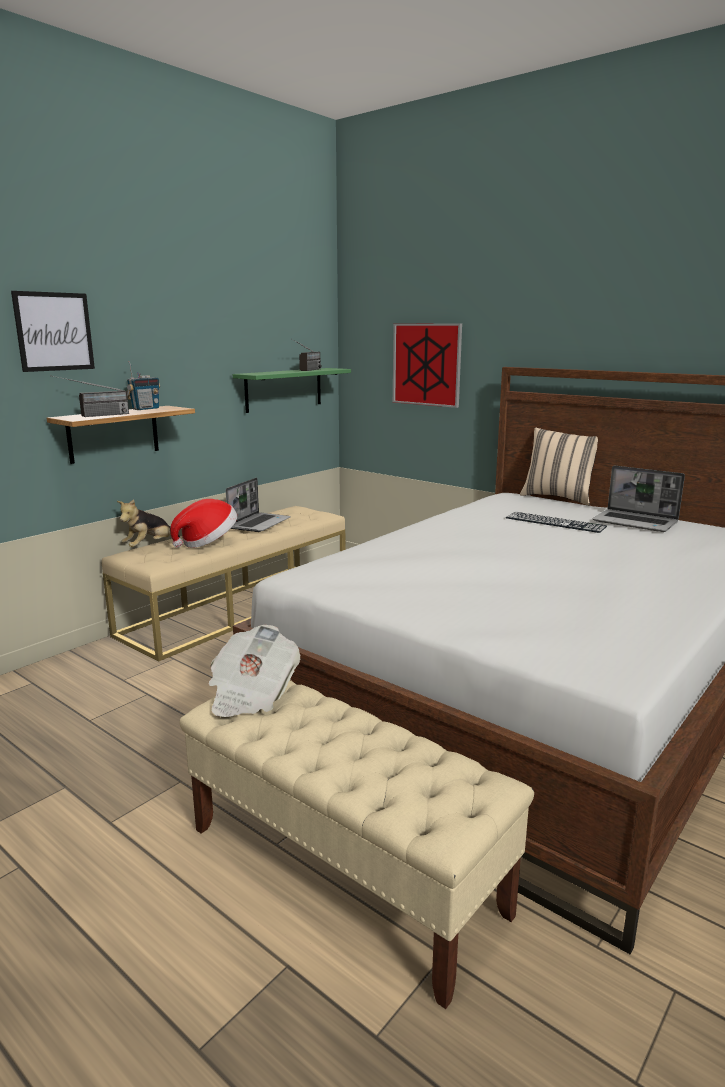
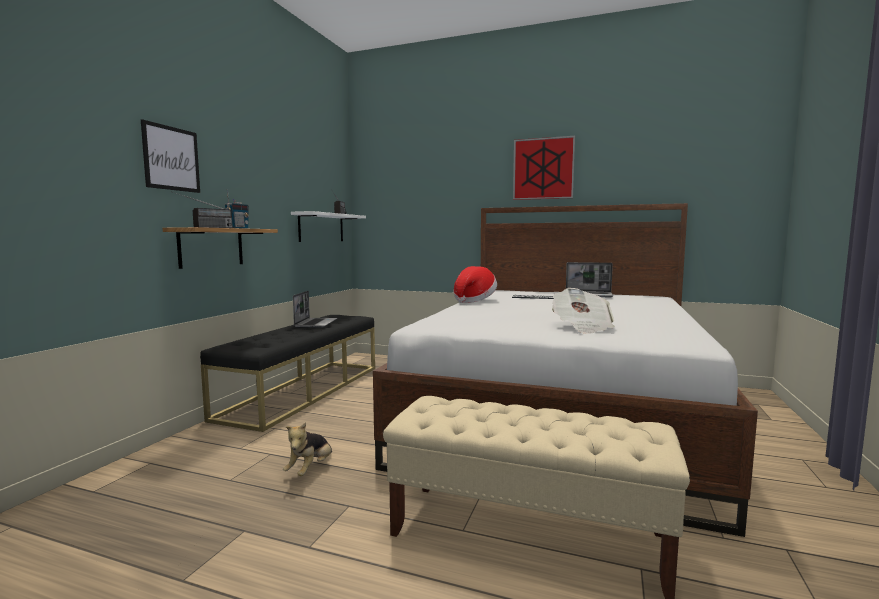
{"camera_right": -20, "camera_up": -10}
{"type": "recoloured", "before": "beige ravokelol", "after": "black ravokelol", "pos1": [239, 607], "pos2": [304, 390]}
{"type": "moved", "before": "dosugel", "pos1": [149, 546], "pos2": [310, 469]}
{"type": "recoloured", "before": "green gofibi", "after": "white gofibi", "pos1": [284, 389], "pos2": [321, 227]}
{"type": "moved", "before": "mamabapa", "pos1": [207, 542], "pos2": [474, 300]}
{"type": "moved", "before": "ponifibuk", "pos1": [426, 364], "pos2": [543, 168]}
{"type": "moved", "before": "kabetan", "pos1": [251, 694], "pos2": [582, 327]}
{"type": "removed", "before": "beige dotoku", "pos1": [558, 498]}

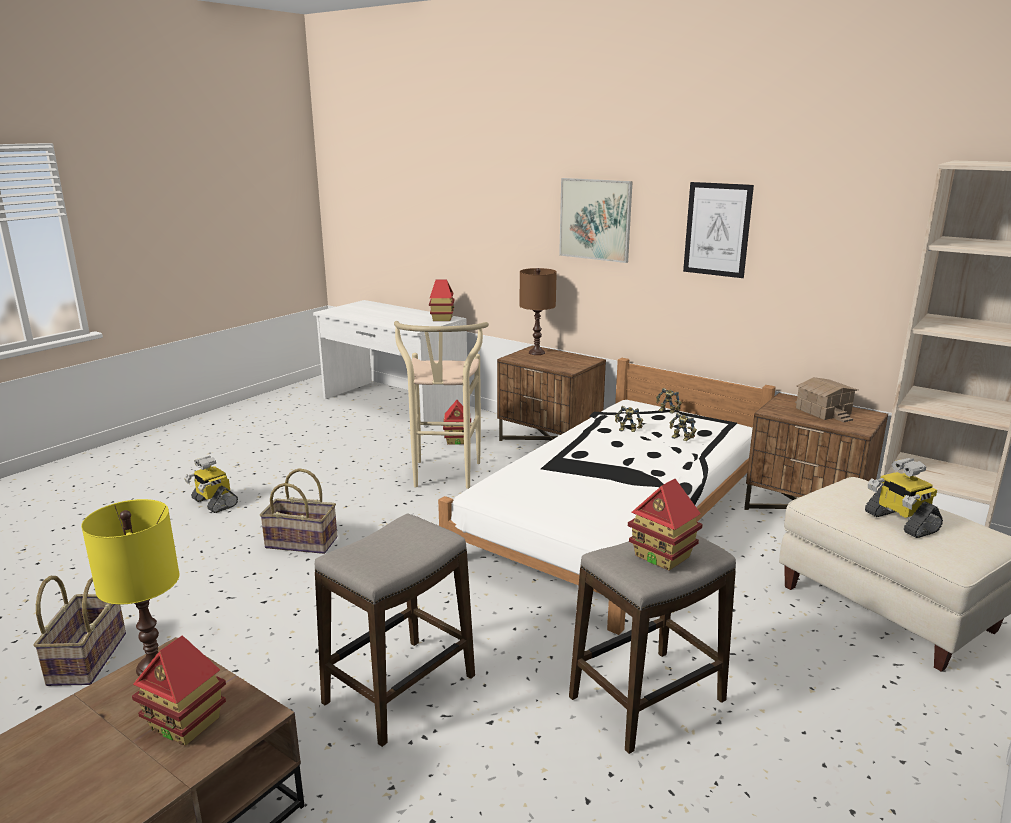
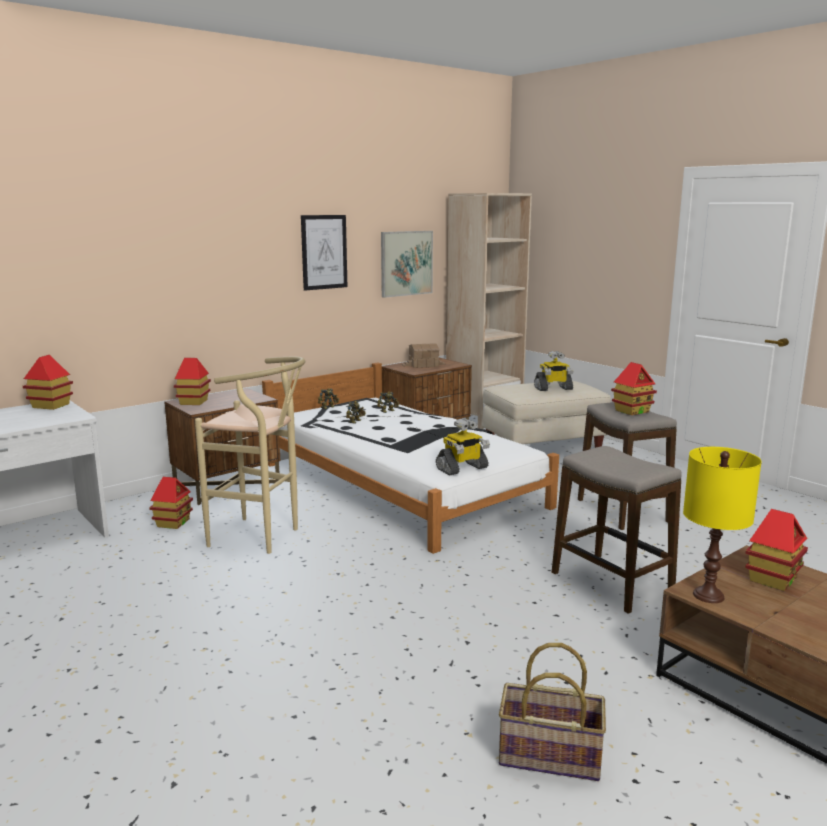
{"camera_right": -75, "camera_up": -5}
{"type": "replaced", "before": "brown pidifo", "after": "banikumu", "pos1": [536, 353], "pos2": [194, 402]}
{"type": "moved", "before": "ponifibuk", "pos1": [595, 219], "pos2": [406, 263]}
{"type": "moved", "before": "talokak", "pos1": [213, 503], "pos2": [462, 468]}
{"type": "removed", "before": "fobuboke", "pos1": [302, 542]}

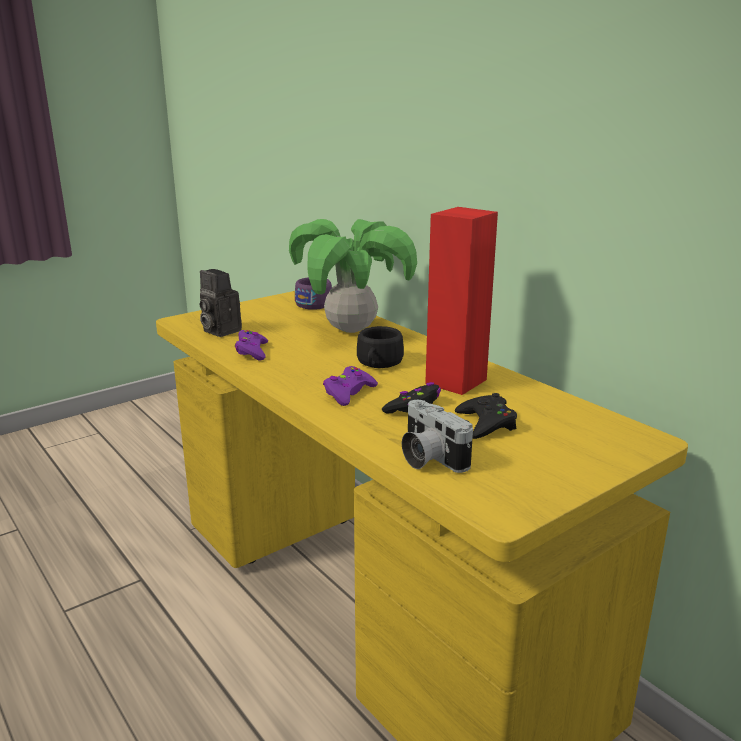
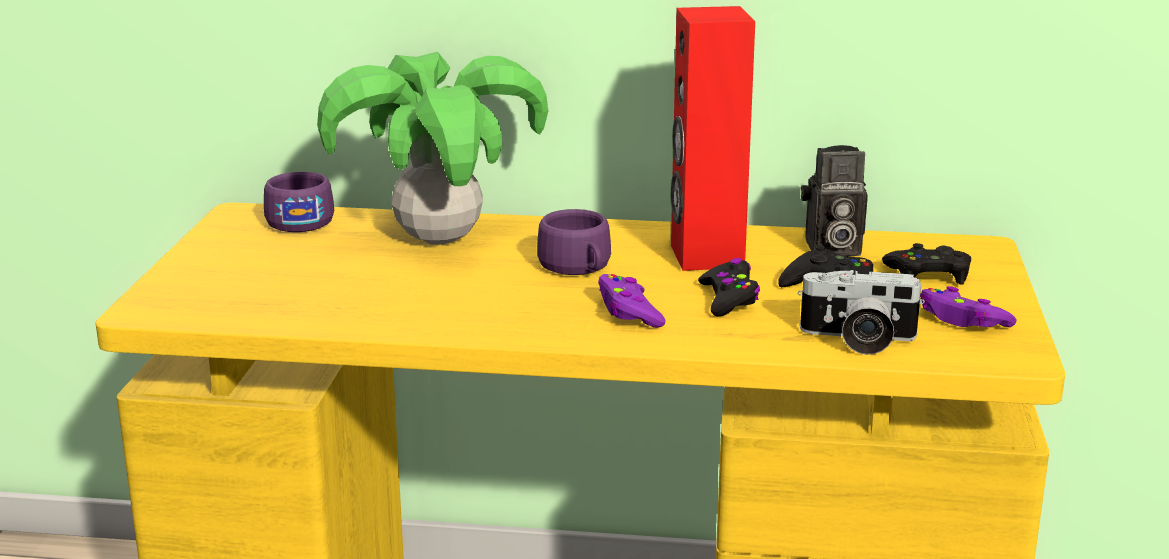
{"camera_right": -45, "camera_up": 0}
{"type": "recoloured", "before": "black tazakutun", "after": "purple tazakutun", "pos1": [378, 363], "pos2": [578, 268]}
{"type": "moved", "before": "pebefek", "pos1": [219, 330], "pos2": [830, 249]}
{"type": "added", "after": "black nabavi", "pos2": [929, 274]}
{"type": "moved", "before": "purple nabavi", "pos1": [252, 351], "pos2": [962, 320]}

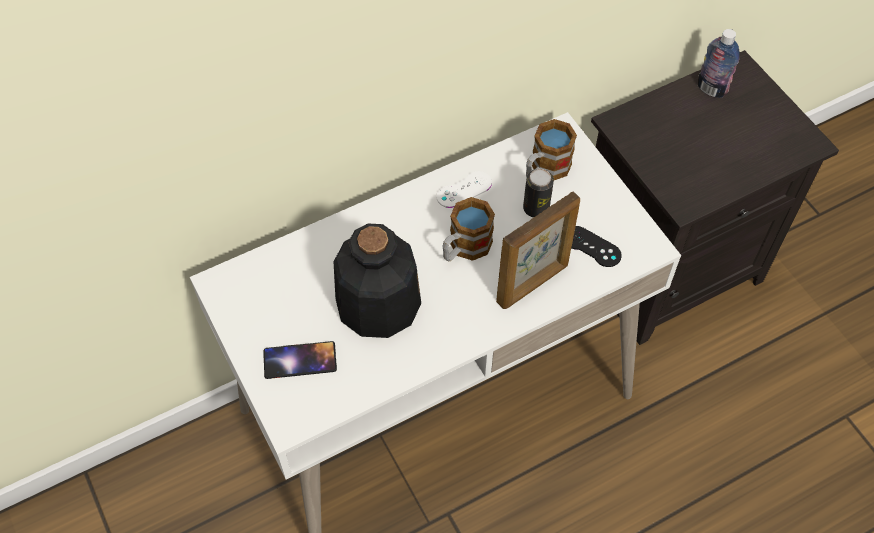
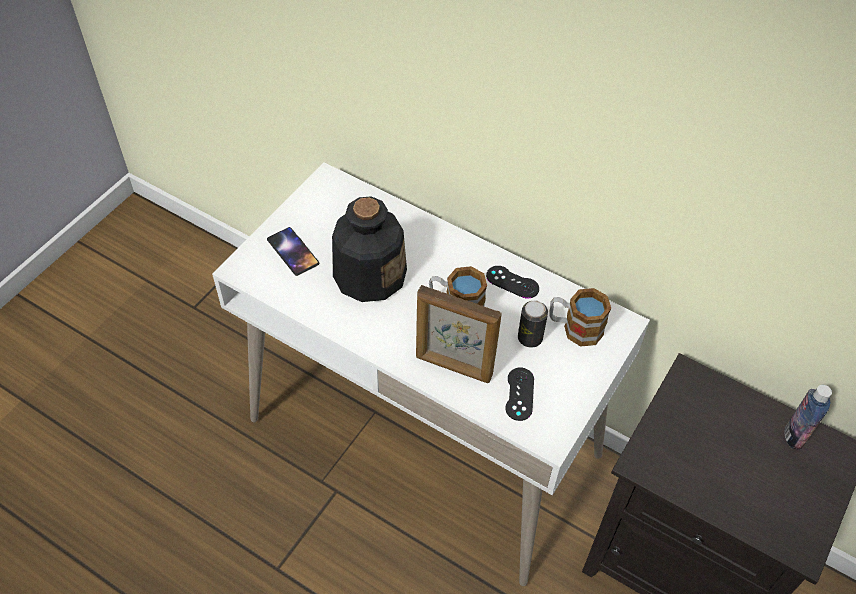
{"camera_right": 60, "camera_up": -5}
{"type": "recoloured", "before": "white nabavi", "after": "black nabavi", "pos1": [464, 189], "pos2": [512, 282]}

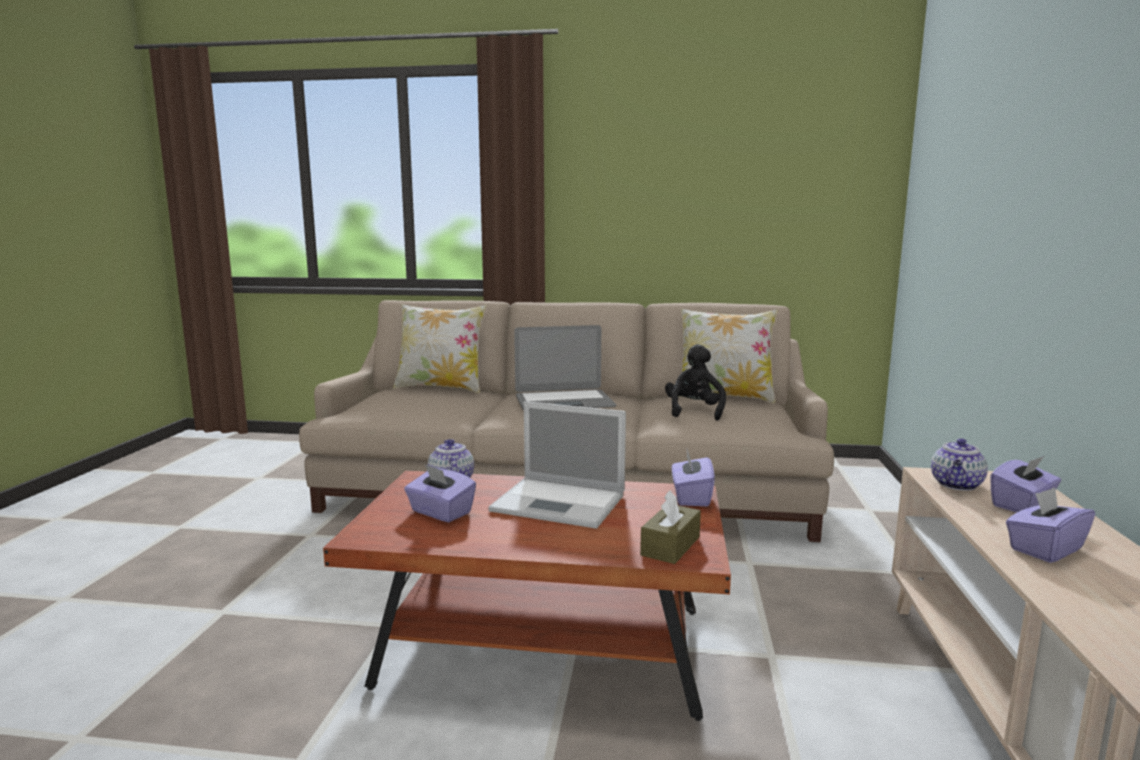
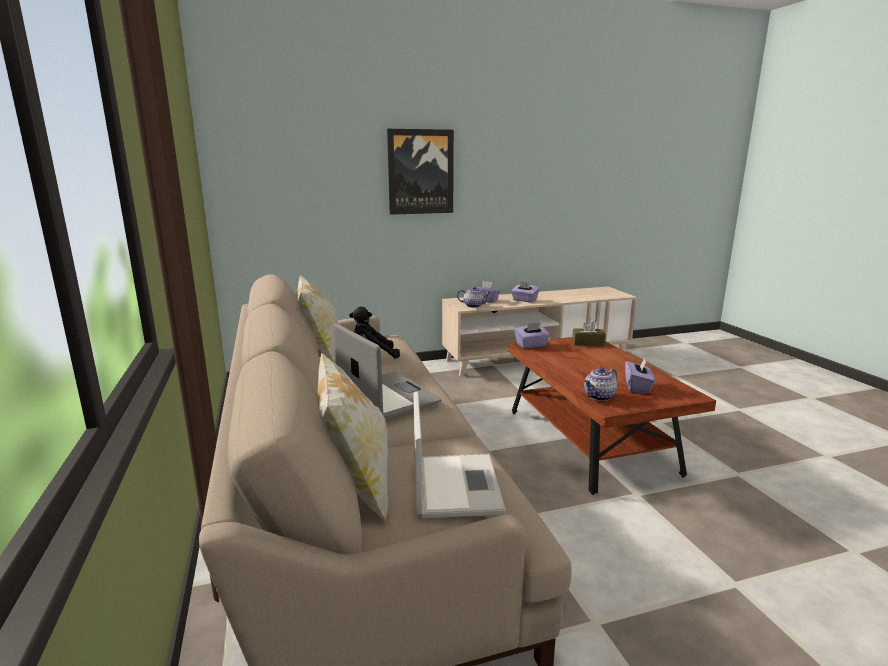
{"camera_right": -115, "camera_up": 5}
{"type": "added", "after": "ponifibuk", "pos2": [420, 172]}
{"type": "moved", "before": "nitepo", "pos1": [561, 503], "pos2": [455, 484]}

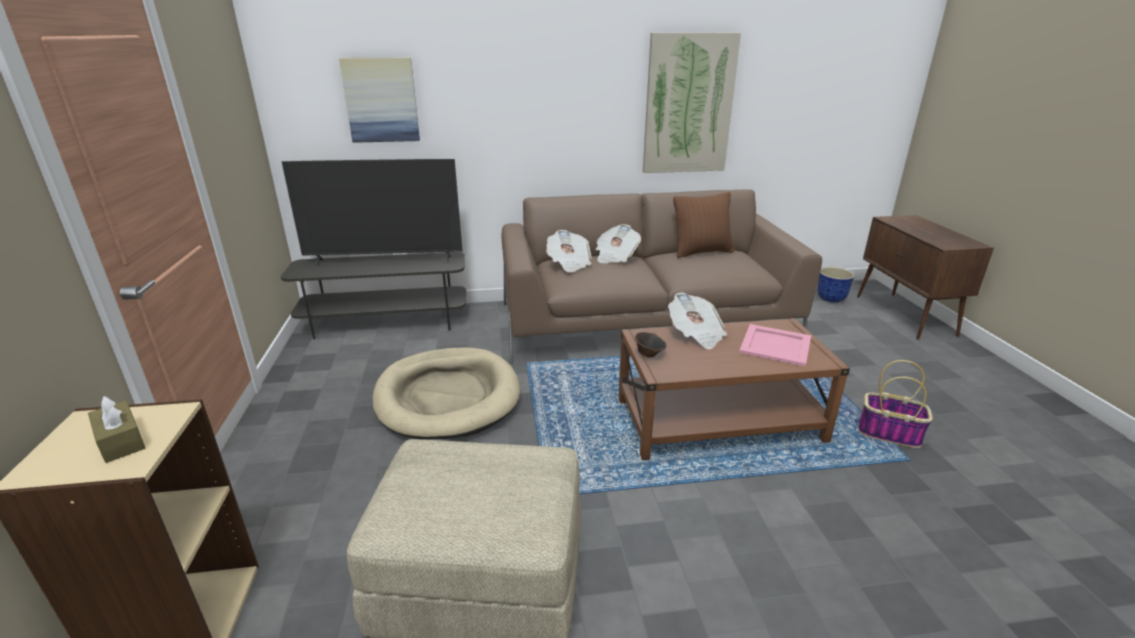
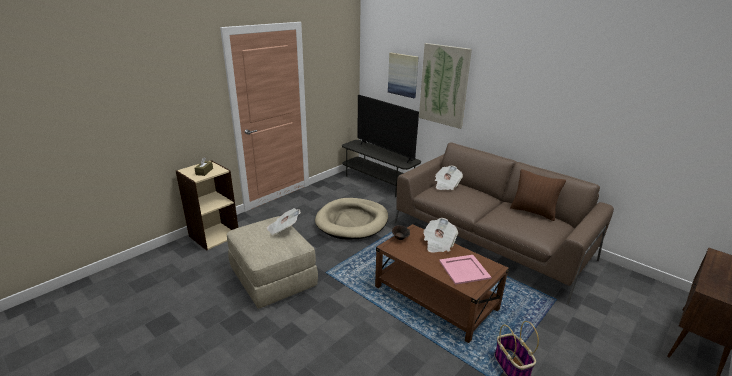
{"camera_right": 50, "camera_up": 0}
{"type": "moved", "before": "kabetan", "pos1": [615, 256], "pos2": [283, 229]}
{"type": "moved", "before": "ponifibuk", "pos1": [688, 105], "pos2": [444, 85]}
{"type": "removed", "before": "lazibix", "pos1": [830, 299]}

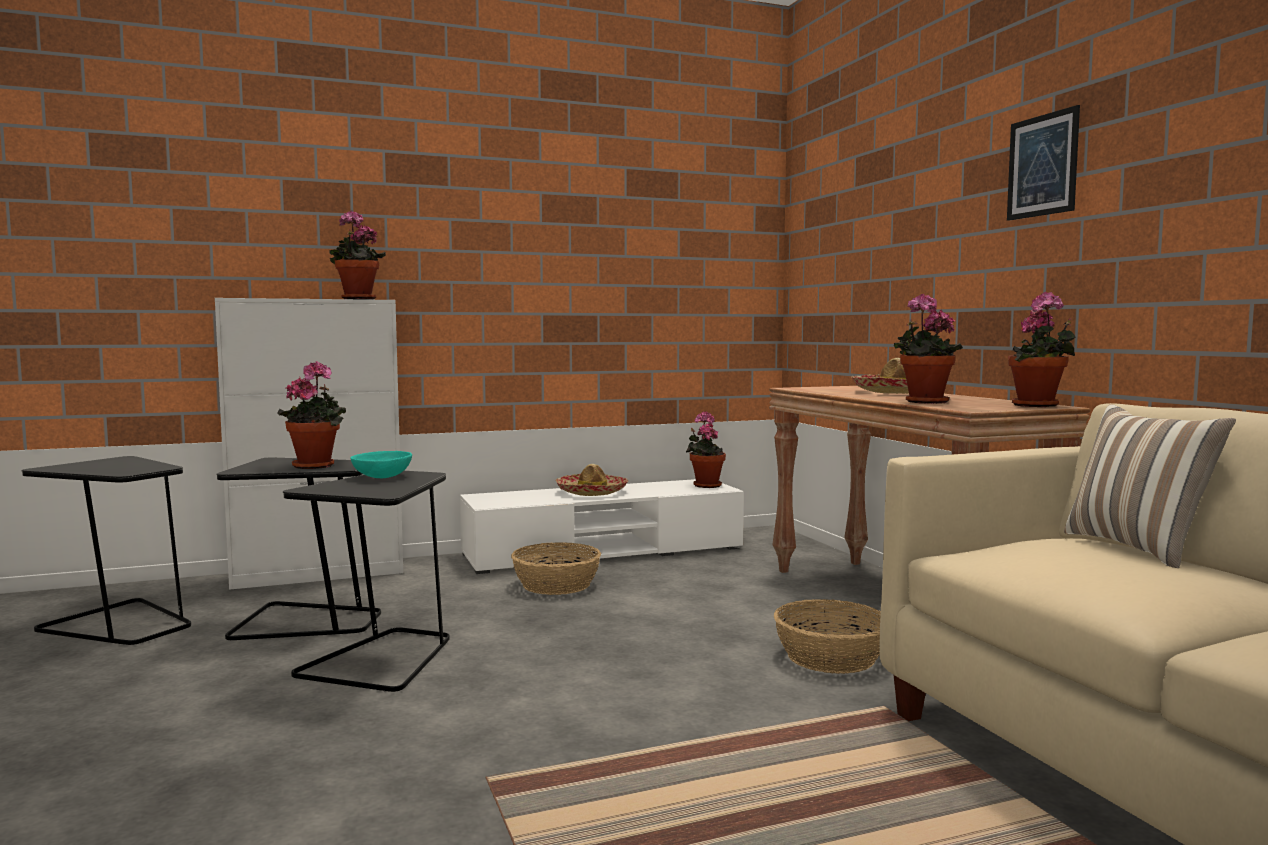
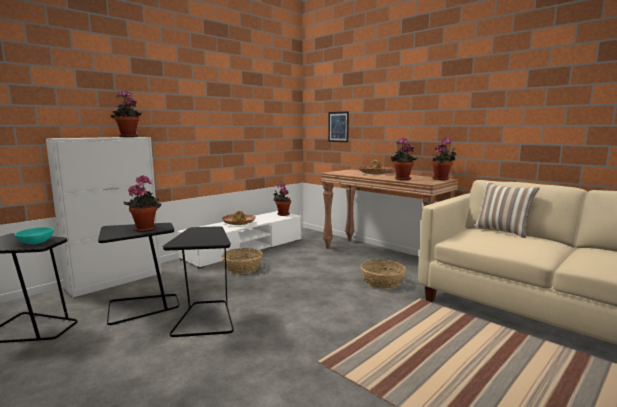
{"camera_right": -25, "camera_up": 5}
{"type": "moved", "before": "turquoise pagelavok", "pos1": [381, 477], "pos2": [35, 242]}
{"type": "moved", "before": "ponifibuk", "pos1": [1042, 165], "pos2": [338, 127]}

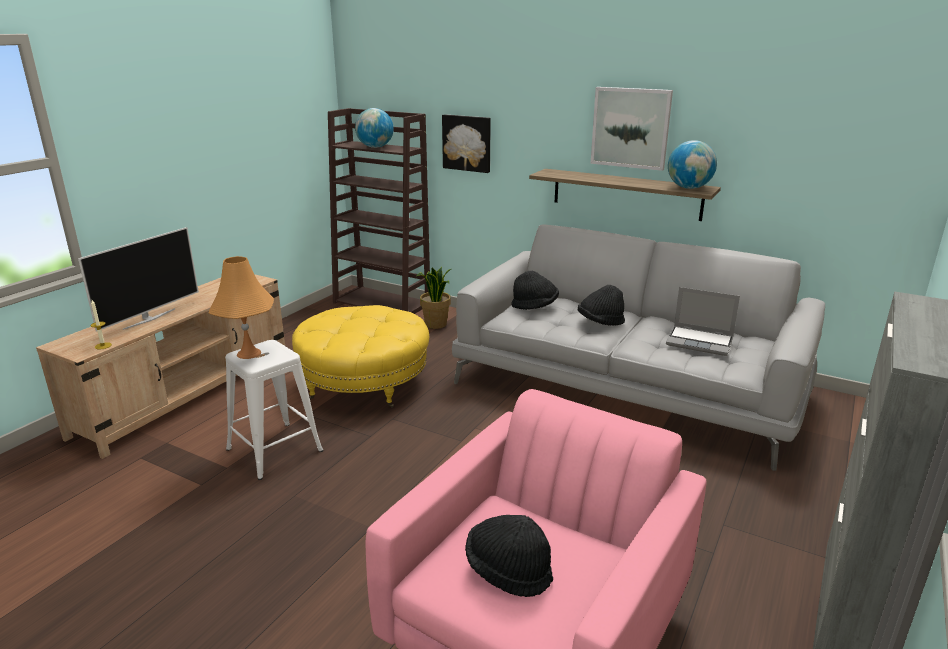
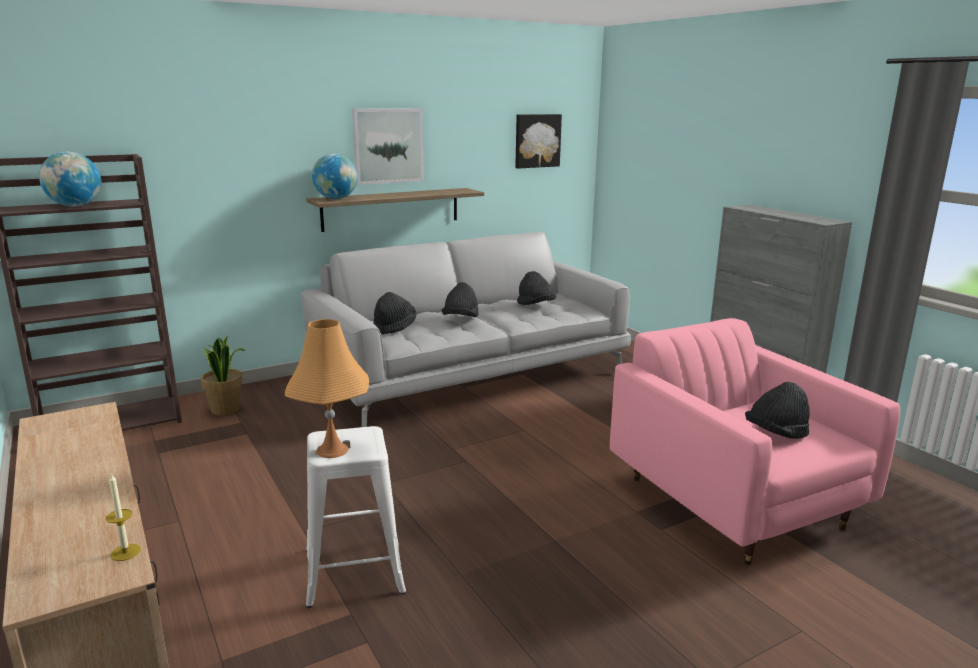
{"camera_right": -60, "camera_up": -5}
{"type": "moved", "before": "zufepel", "pos1": [689, 188], "pos2": [336, 198]}
{"type": "moved", "before": "ponifibuk", "pos1": [467, 143], "pos2": [537, 140]}
{"type": "replaced", "before": "nitepo", "after": "black mamabapa", "pos1": [700, 342], "pos2": [535, 306]}
{"type": "removed", "before": "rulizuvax", "pos1": [149, 318]}
{"type": "removed", "before": "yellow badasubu", "pos1": [364, 383]}

